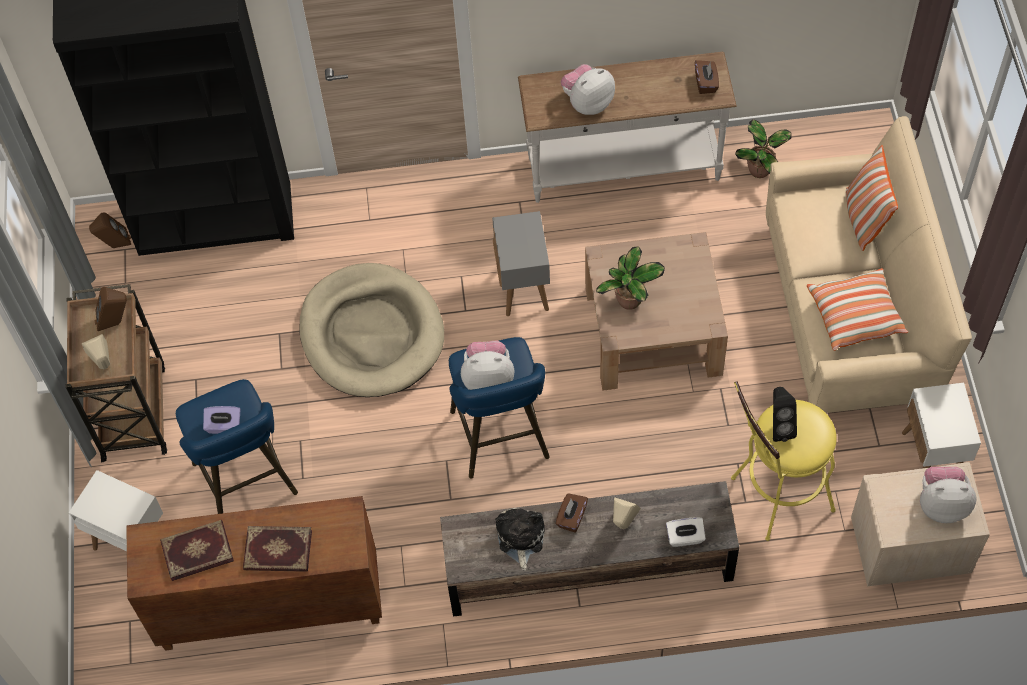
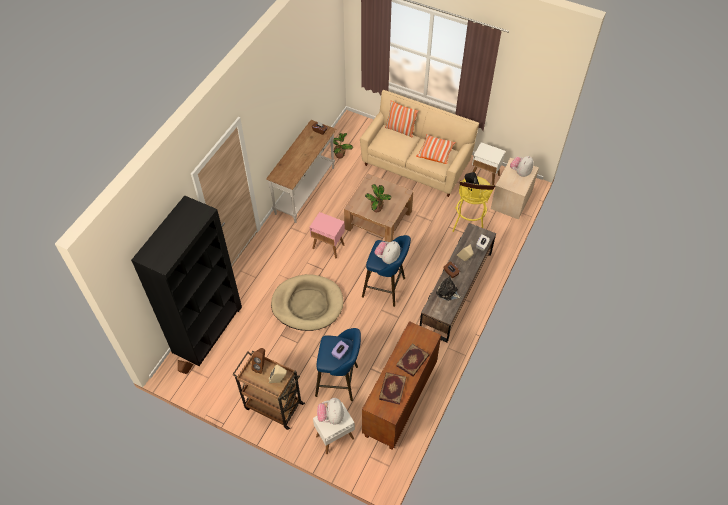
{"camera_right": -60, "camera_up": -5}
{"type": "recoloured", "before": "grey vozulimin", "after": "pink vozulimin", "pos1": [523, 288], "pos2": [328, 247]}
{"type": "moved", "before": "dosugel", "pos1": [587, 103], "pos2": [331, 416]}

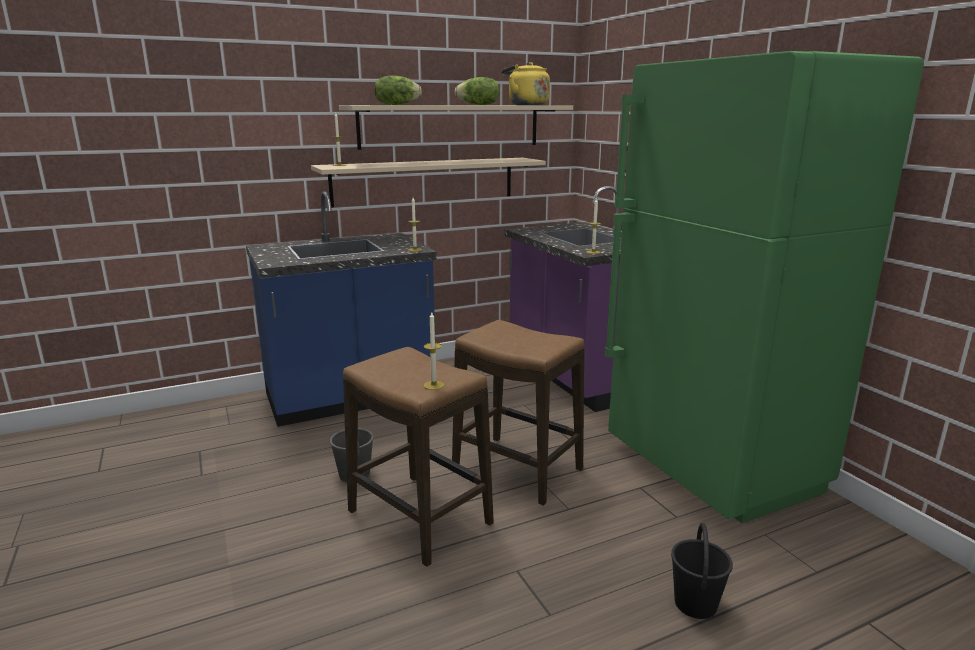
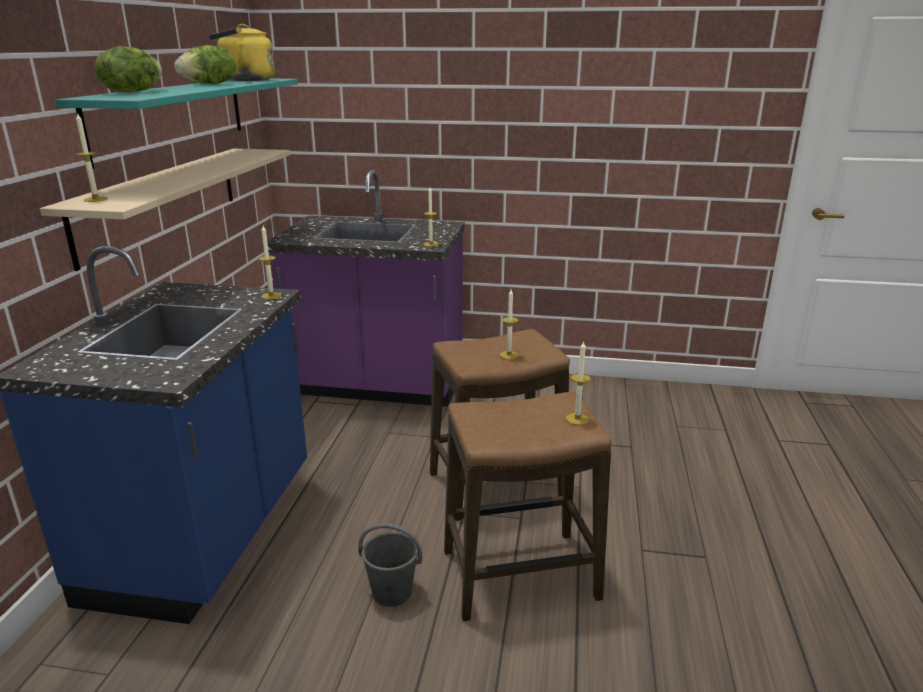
{"camera_right": -55, "camera_up": 5}
{"type": "recoloured", "before": "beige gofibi", "after": "turquoise gofibi", "pos1": [451, 126], "pos2": [172, 116]}
{"type": "added", "after": "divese", "pos2": [509, 355]}
{"type": "removed", "before": "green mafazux", "pos1": [712, 469]}
{"type": "removed", "before": "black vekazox", "pos1": [695, 604]}

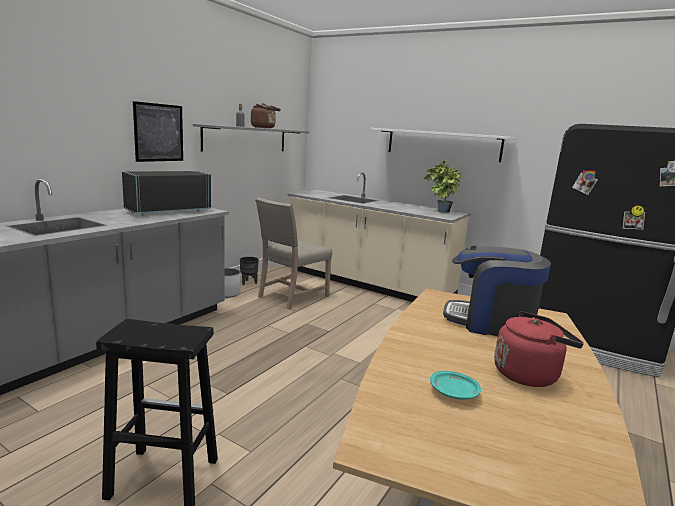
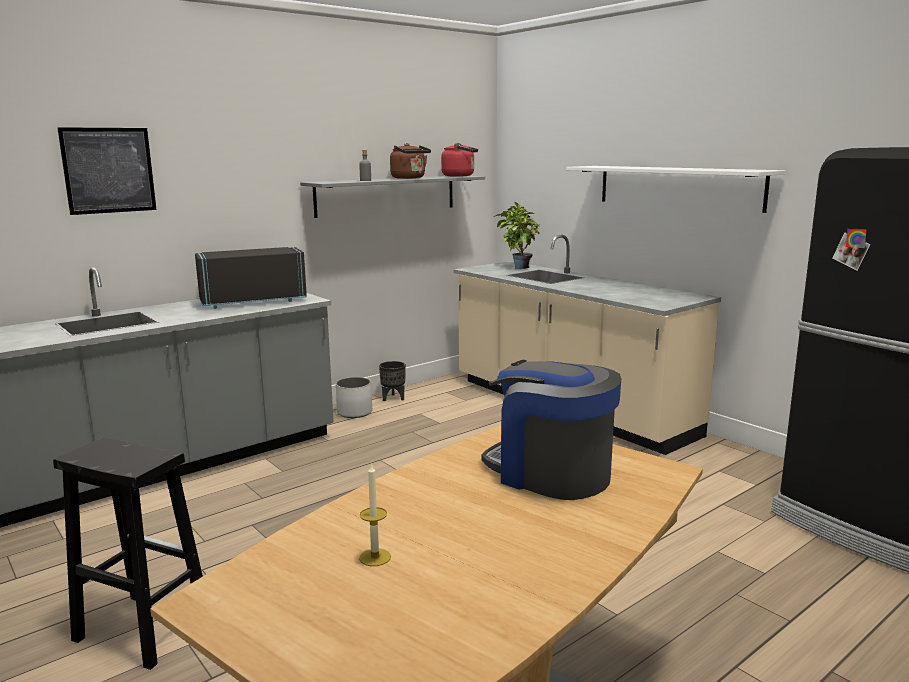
{"camera_right": 20, "camera_up": 0}
{"type": "moved", "before": "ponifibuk", "pos1": [159, 132], "pos2": [109, 170]}
{"type": "replaced", "before": "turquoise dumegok", "after": "divese", "pos1": [454, 393], "pos2": [375, 557]}
{"type": "moved", "before": "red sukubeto", "pos1": [528, 374], "pos2": [460, 176]}
{"type": "moved", "before": "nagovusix", "pos1": [440, 211], "pos2": [518, 267]}
{"type": "removed", "before": "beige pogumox", "pos1": [291, 296]}

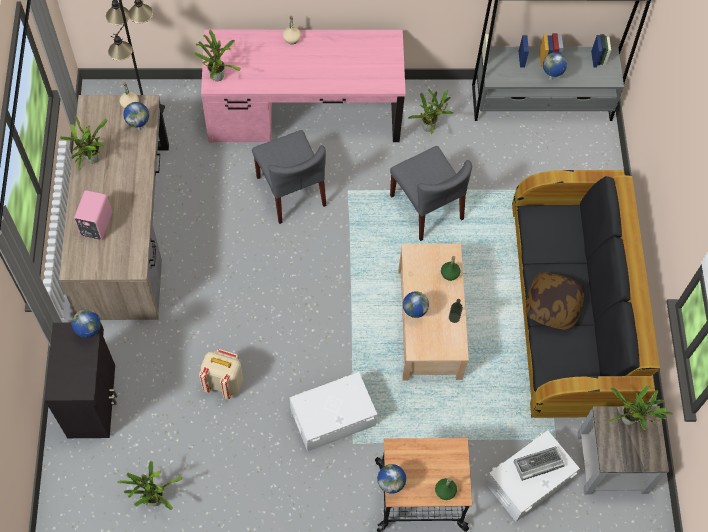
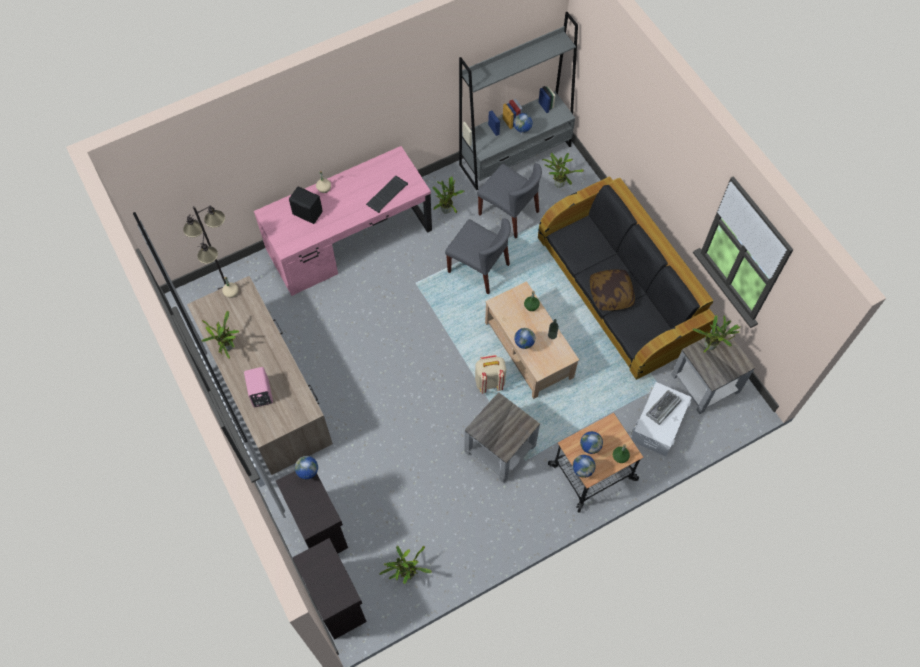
{"camera_right": -25, "camera_up": 0}
{"type": "added", "after": "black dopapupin", "pos2": [307, 212]}
{"type": "added", "after": "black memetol", "pos2": [336, 600]}
{"type": "added", "after": "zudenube", "pos2": [387, 194]}
{"type": "replaced", "before": "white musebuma", "after": "grey vozulimin", "pos1": [332, 417], "pos2": [500, 449]}
{"type": "moved", "before": "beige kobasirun", "pos1": [224, 382], "pos2": [489, 382]}
{"type": "moved", "before": "grey pogumox", "pos1": [291, 191], "pos2": [509, 213]}
{"type": "moved", "before": "nagovusix", "pos1": [217, 75], "pos2": [558, 183]}
{"type": "moved", "before": "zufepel", "pos1": [139, 127], "pos2": [589, 449]}

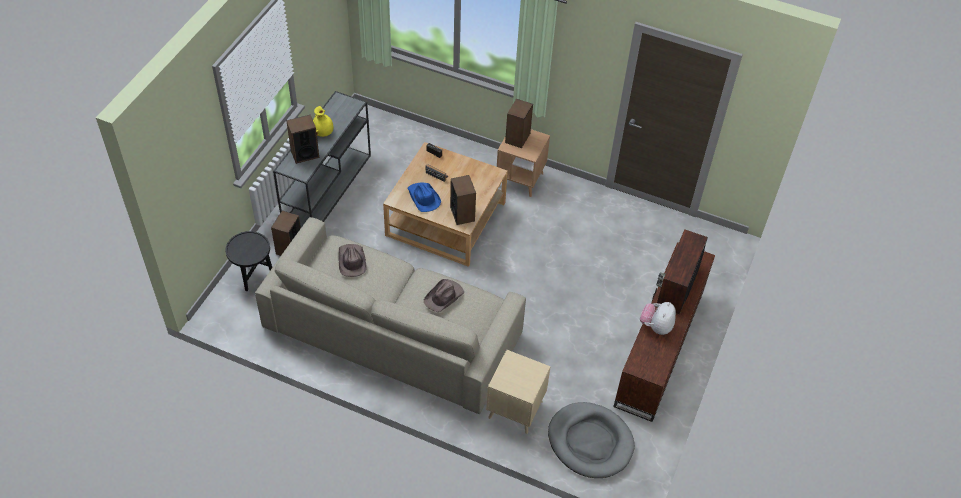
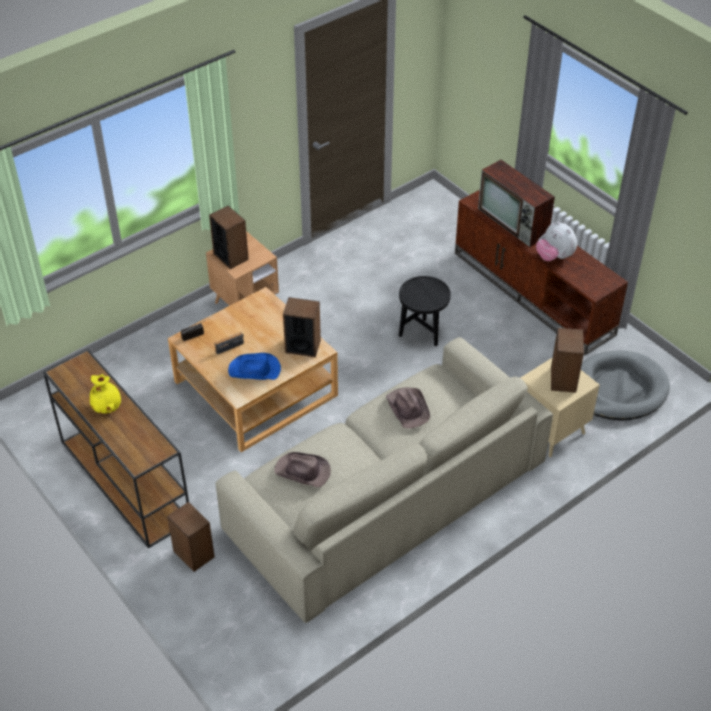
{"camera_right": -60, "camera_up": -5}
{"type": "recoloured", "before": "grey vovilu", "after": "brown vovilu", "pos1": [327, 187], "pos2": [123, 480]}
{"type": "moved", "before": "black vozulimin", "pos1": [254, 278], "pos2": [422, 335]}
{"type": "moved", "before": "dopapupin", "pos1": [304, 154], "pos2": [563, 379]}

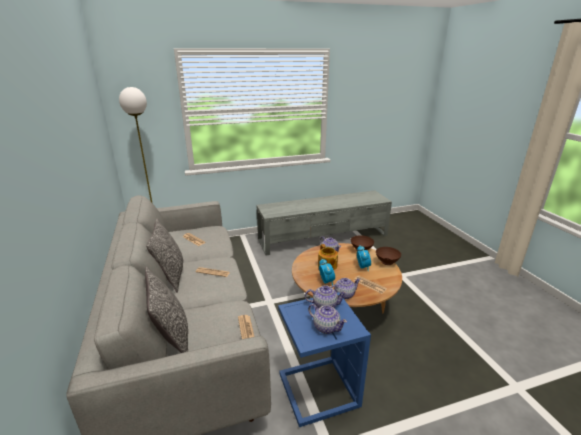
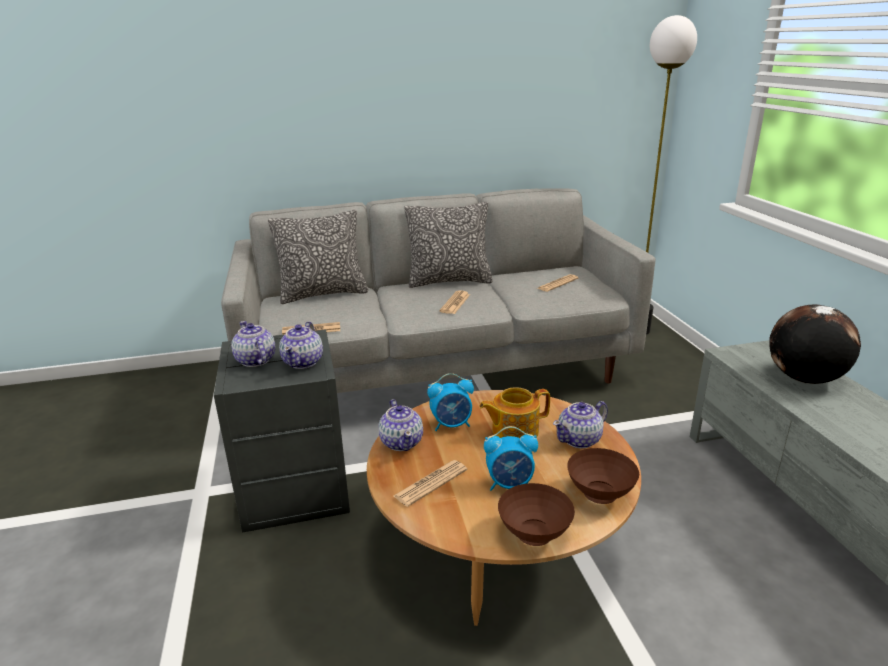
{"camera_right": 95, "camera_up": 0}
{"type": "recoloured", "before": "blue vozulimin", "after": "grey vozulimin", "pos1": [316, 390], "pos2": [297, 487]}
{"type": "turned", "before": "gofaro", "pos1": [326, 327], "pos2": [255, 360], "turn": 105}
{"type": "added", "after": "zufepel", "pos2": [803, 379]}

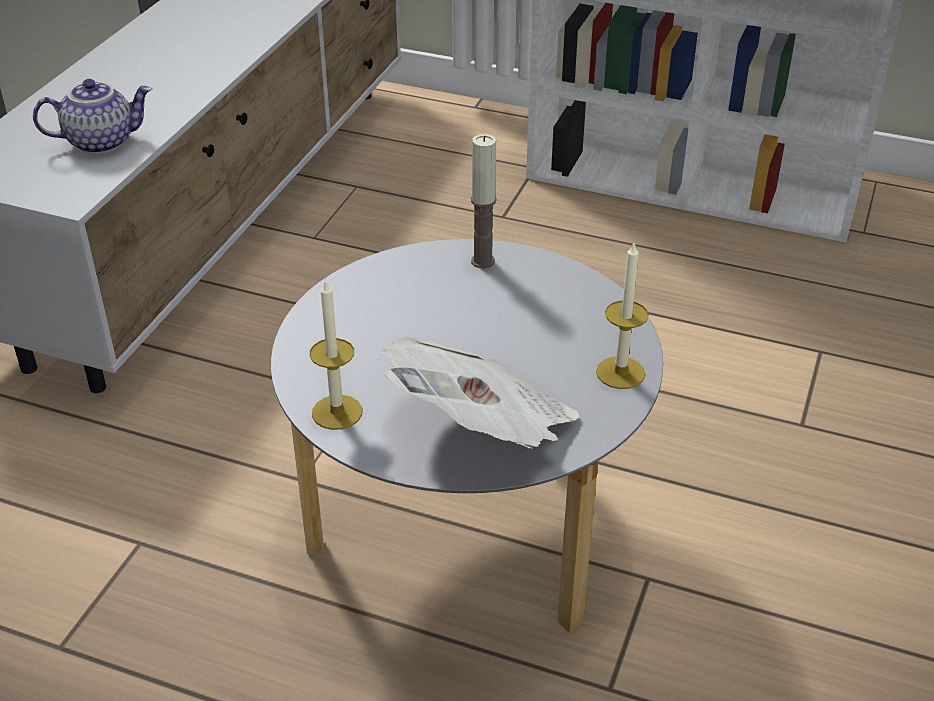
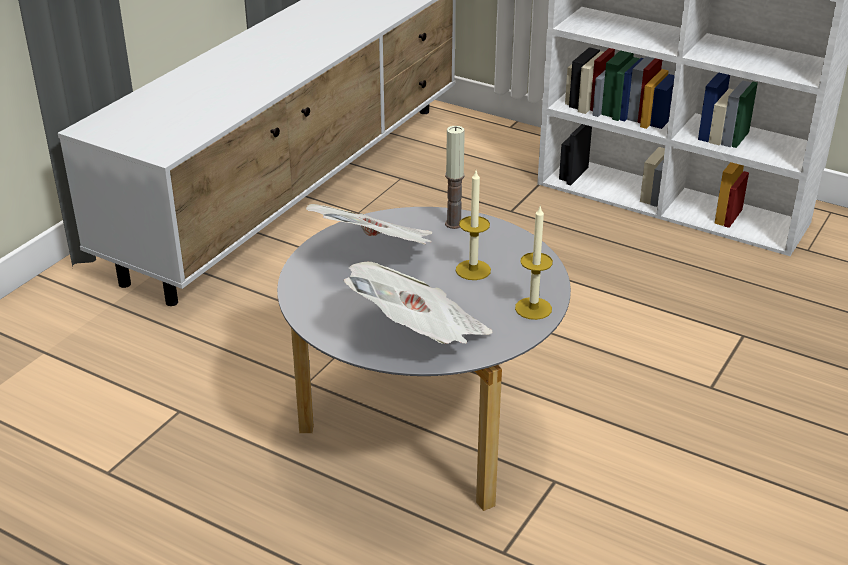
{"camera_right": 10, "camera_up": -5}
{"type": "added", "after": "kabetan", "pos2": [376, 253]}
{"type": "moved", "before": "divese", "pos1": [337, 412], "pos2": [473, 270]}
{"type": "removed", "before": "gofaro", "pos1": [101, 141]}

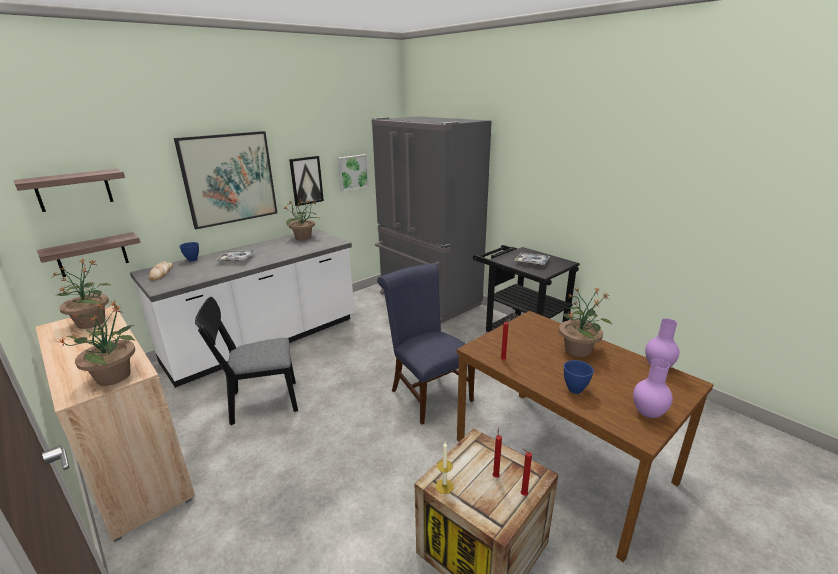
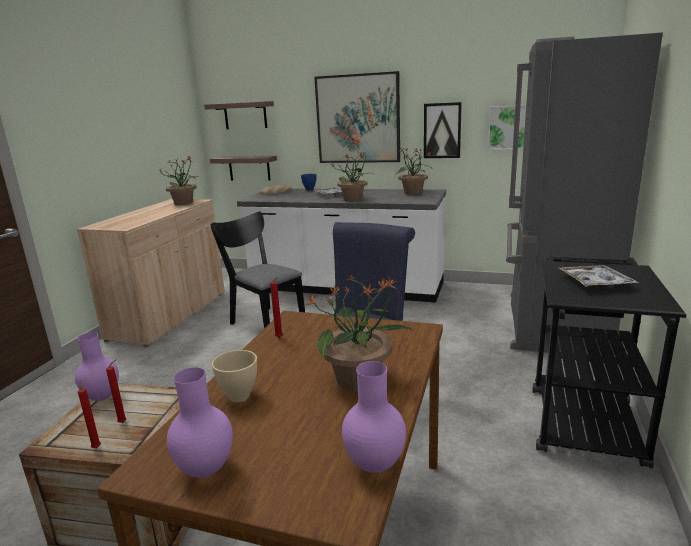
{"camera_right": 60, "camera_up": -5}
{"type": "replaced", "before": "divese", "after": "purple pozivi", "pos1": [444, 486], "pos2": [101, 397]}
{"type": "recoloured", "before": "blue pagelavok", "after": "beige pagelavok", "pos1": [575, 390], "pos2": [239, 397]}
{"type": "moved", "before": "nagovusix", "pos1": [115, 376], "pos2": [353, 199]}

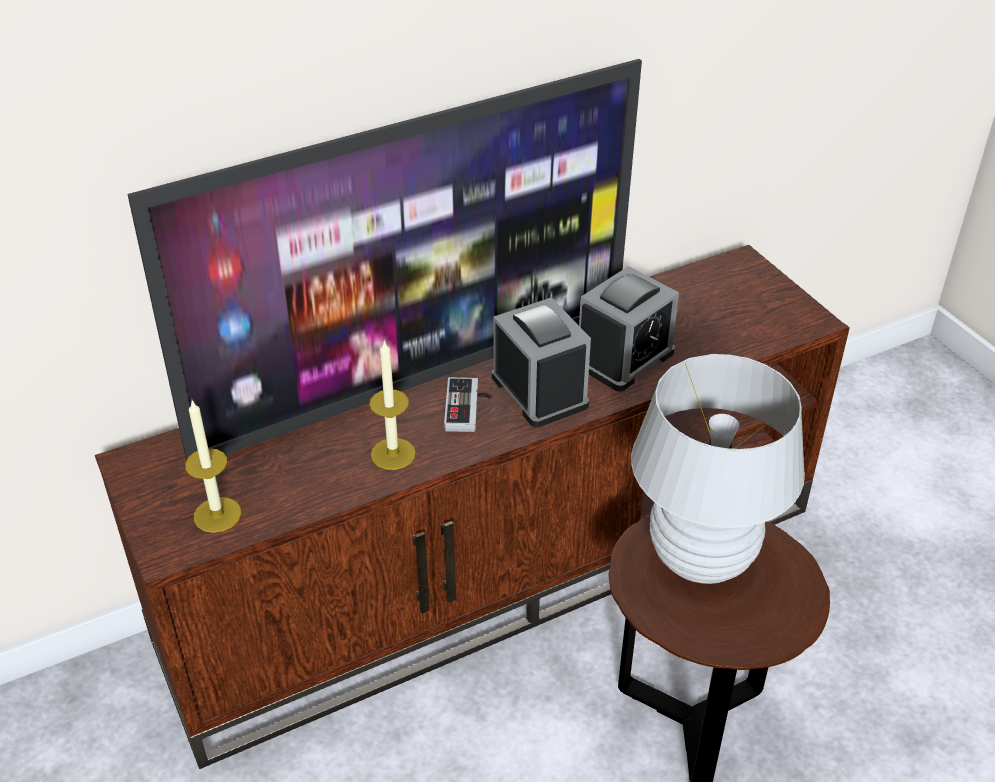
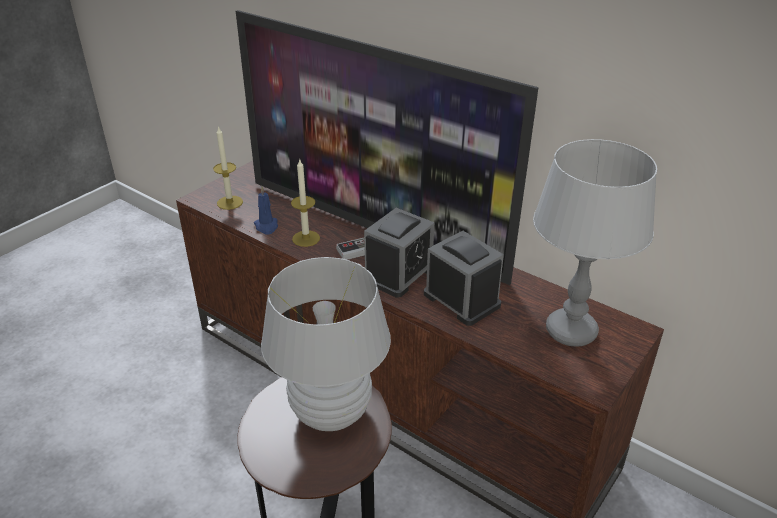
{"camera_right": 65, "camera_up": -5}
{"type": "added", "after": "blue divese", "pos2": [266, 226]}
{"type": "turned", "before": "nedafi", "pos1": [624, 358], "pos2": [461, 300], "turn": -150}
{"type": "added", "after": "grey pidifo", "pos2": [570, 331]}

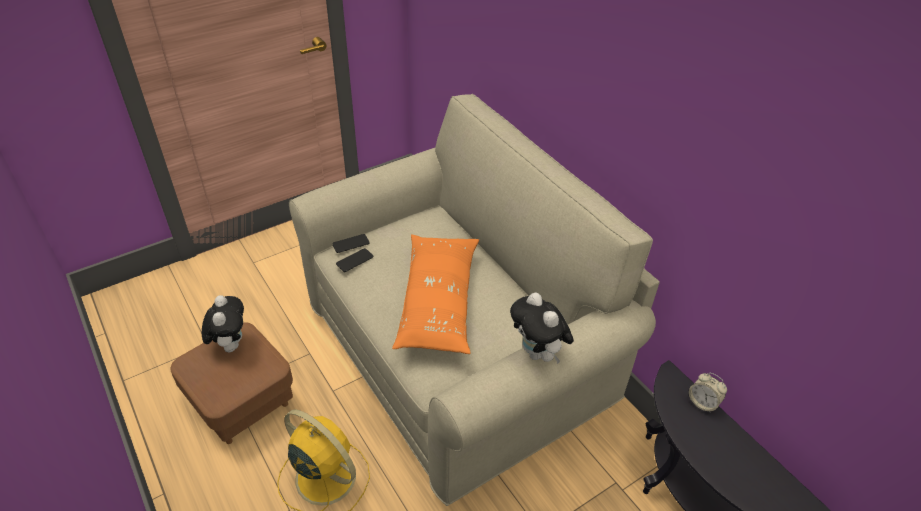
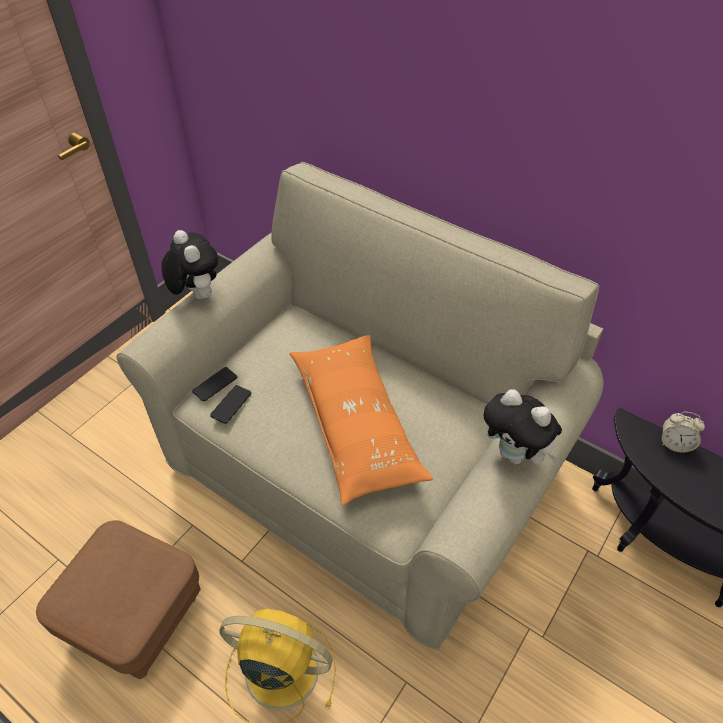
{"camera_right": -20, "camera_up": 5}
{"type": "moved", "before": "dosugel", "pos1": [230, 344], "pos2": [196, 294]}

